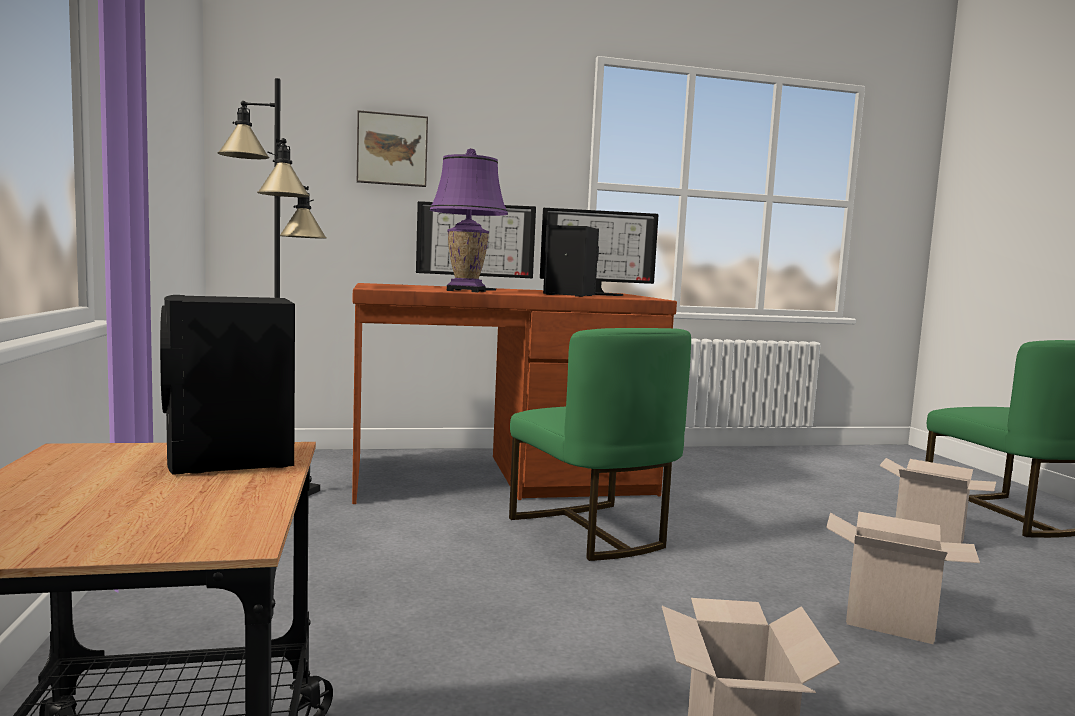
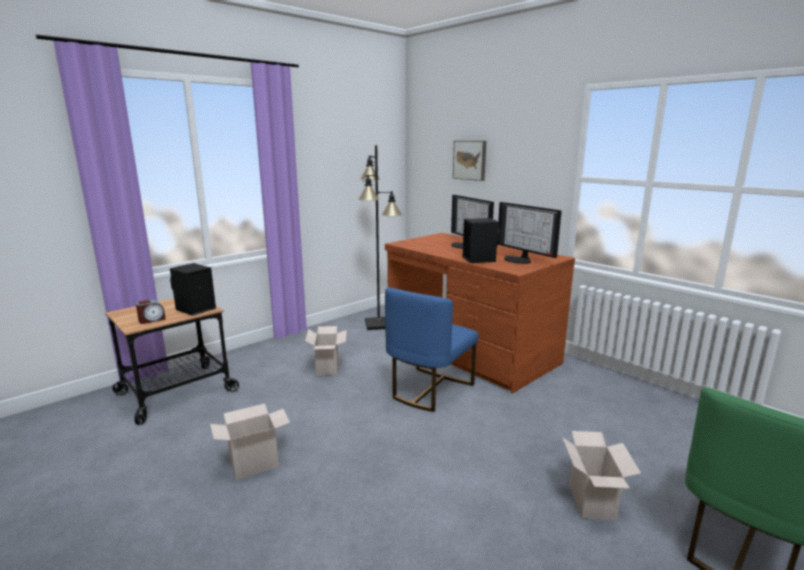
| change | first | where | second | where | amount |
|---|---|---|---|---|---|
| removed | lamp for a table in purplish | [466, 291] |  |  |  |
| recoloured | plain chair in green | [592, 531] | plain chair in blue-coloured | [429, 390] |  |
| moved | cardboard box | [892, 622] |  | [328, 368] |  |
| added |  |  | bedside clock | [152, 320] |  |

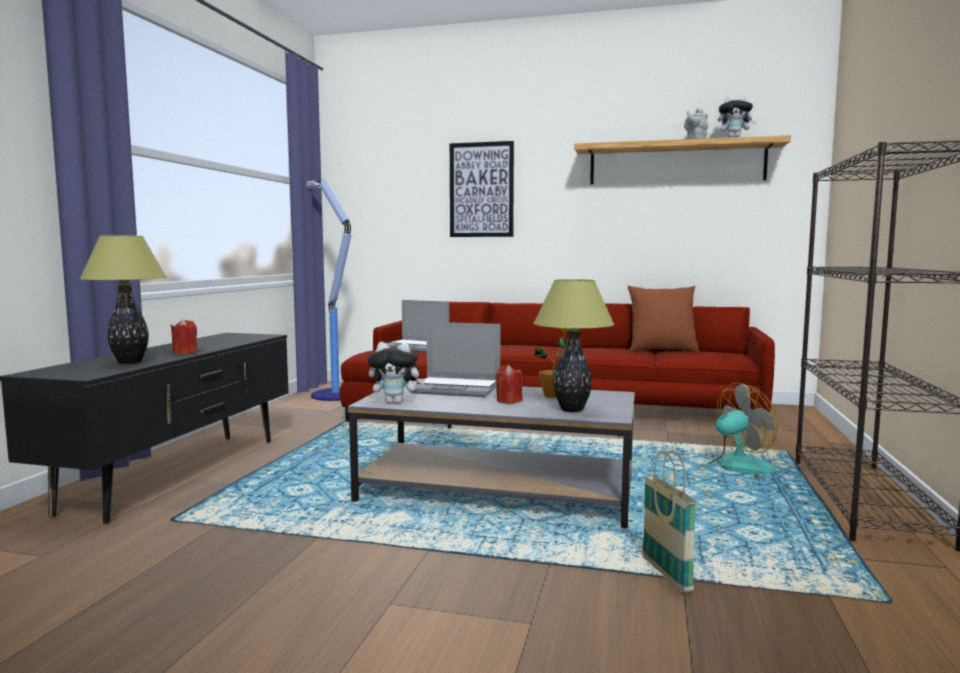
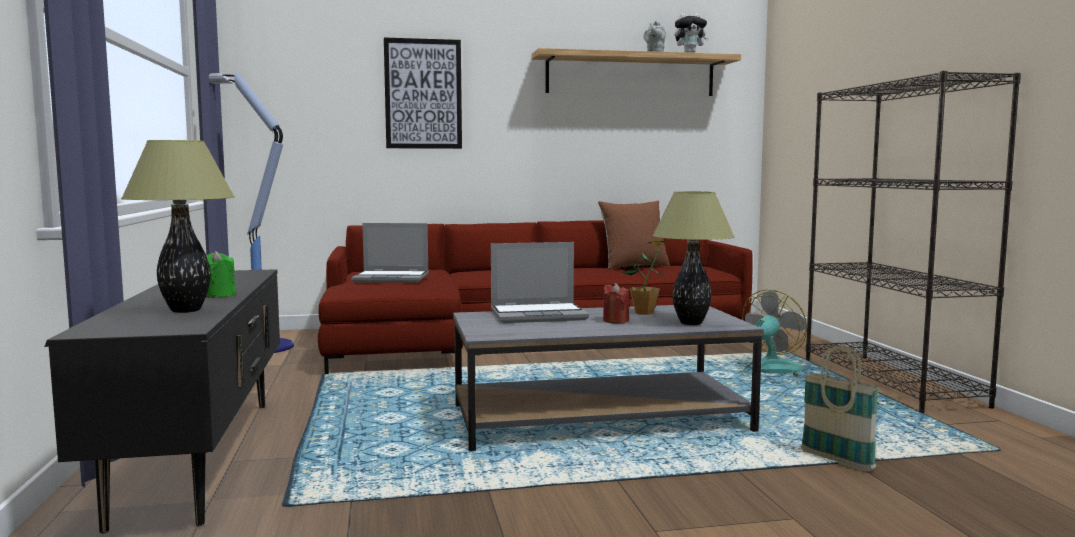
| change | first | where | second | where | amount |
|---|---|---|---|---|---|
| recoloured | candle in red | [185, 352] | candle in green | [219, 295] |  |
| removed | soft toy | [396, 403] |  |  |  |

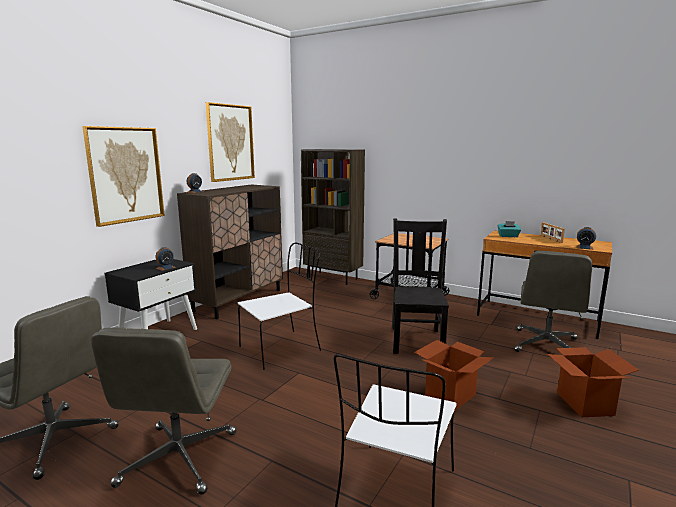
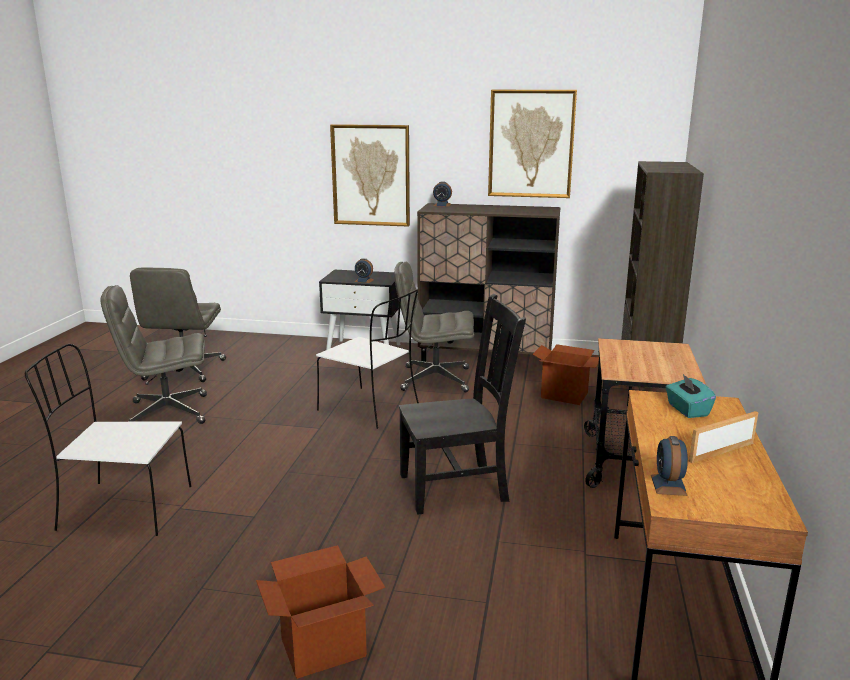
| change | first | where | second | where | amount |
|---|---|---|---|---|---|
| moved | desk chair in greyish | [546, 345] |  | [434, 379] |  |
| moved | cardboard box | [450, 396] |  | [564, 395] |  |

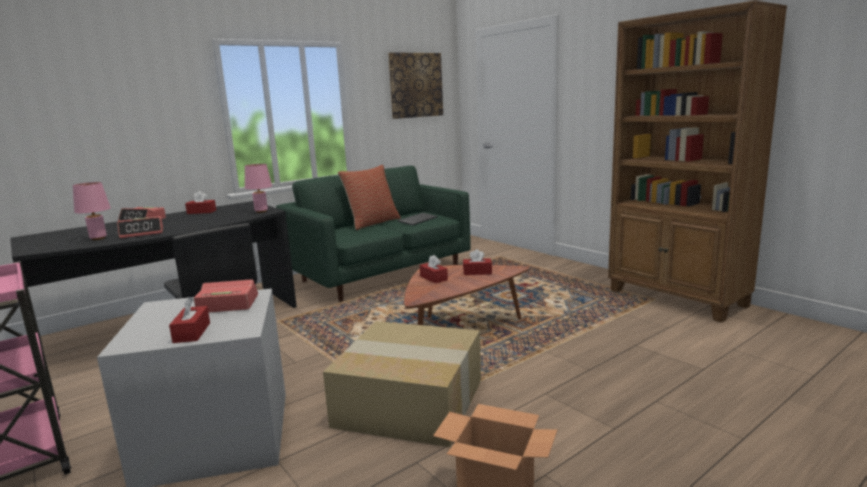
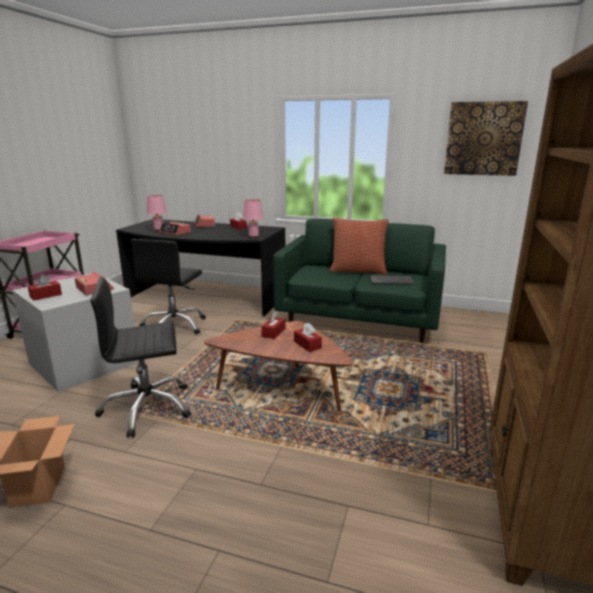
| change | first | where | second | where | amount |
|---|---|---|---|---|---|
| replaced | cardboard box | [407, 403] | desk chair in black-coloured | [147, 408] |  |

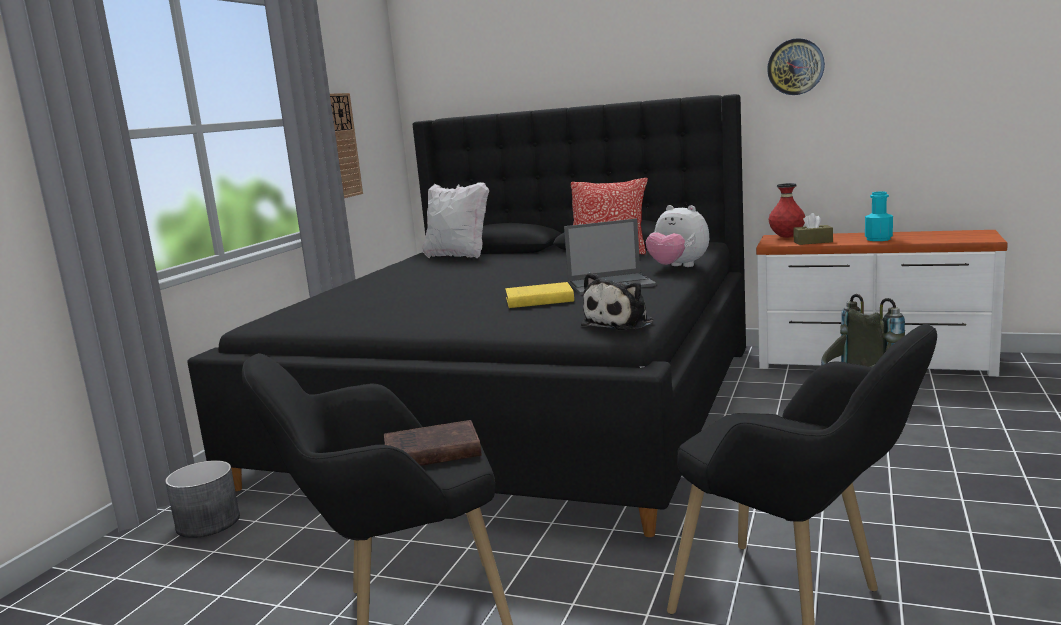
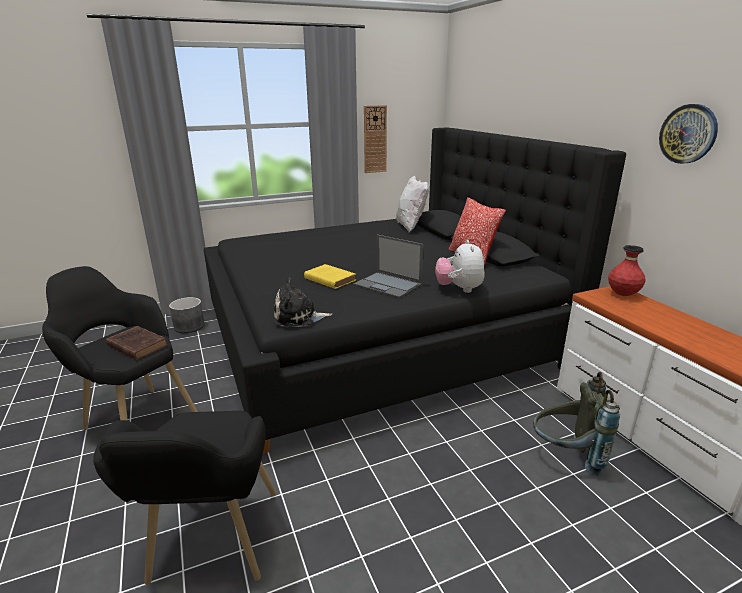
| change | first | where | second | where | amount |
|---|---|---|---|---|---|
| removed | bottle in blue-green | [878, 239] |  |  |  |
| removed | tissue holder in brown-coloured | [813, 242] |  |  |  |

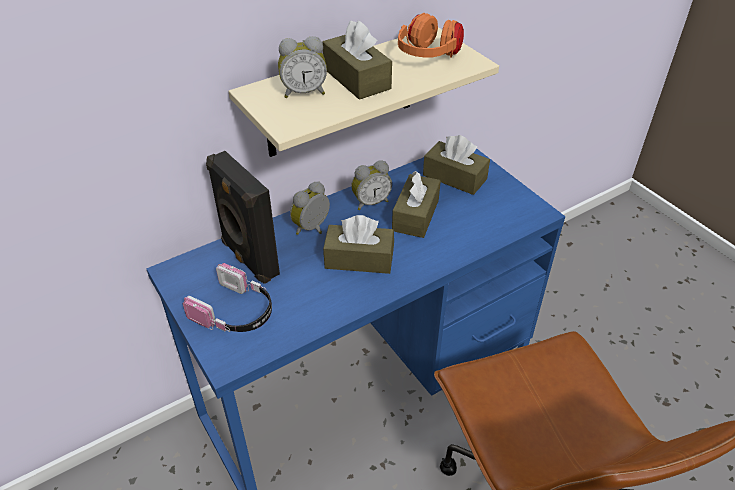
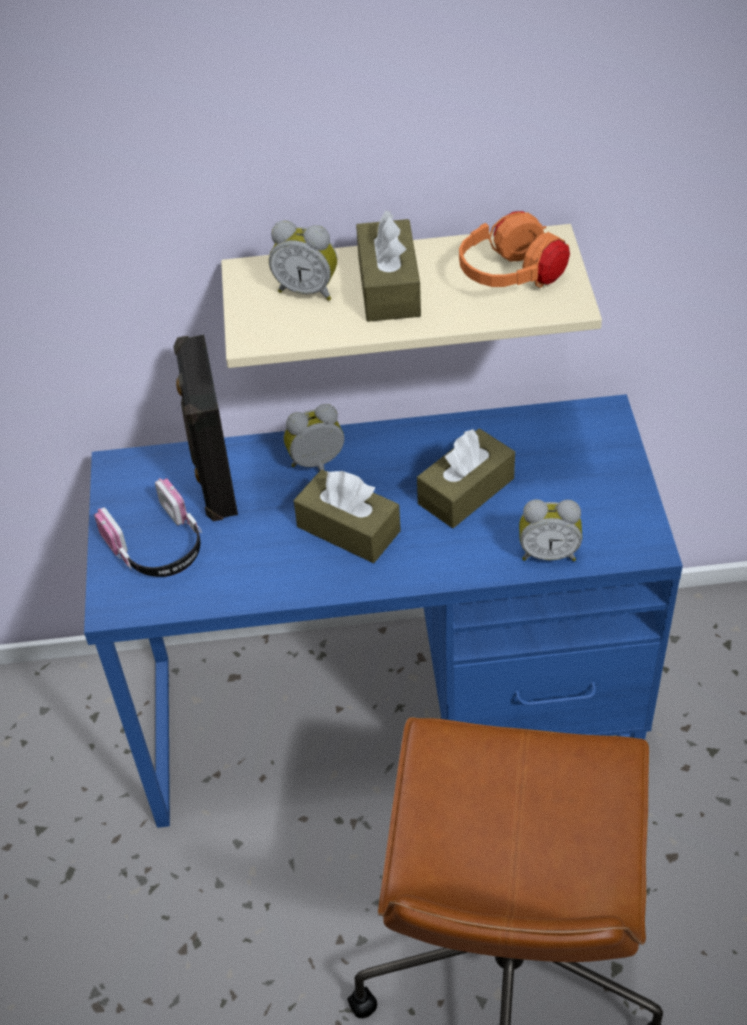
| change | first | where | second | where | amount |
|---|---|---|---|---|---|
| removed | tissue holder in brown-coloured | [454, 177] |  |  |  |
| moved | bedside clock | [370, 202] |  | [548, 553] |  |

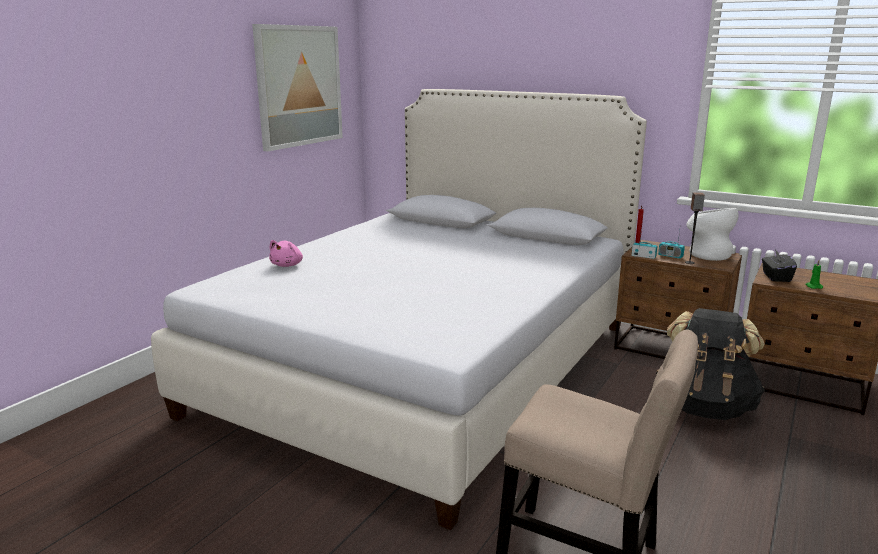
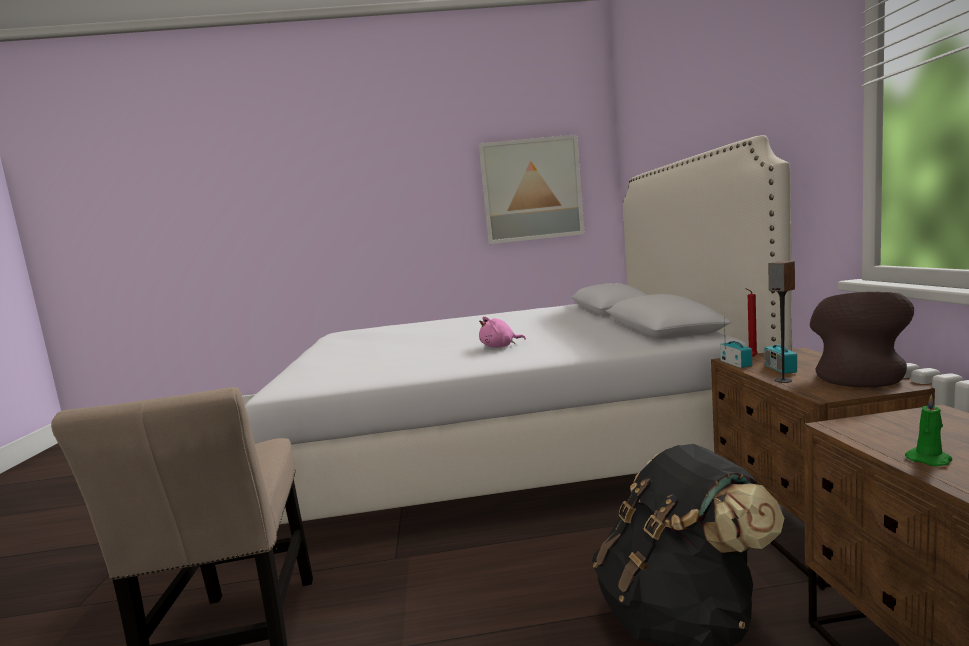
| change | first | where | second | where | amount |
|---|---|---|---|---|---|
| recoloured | flower vase in white | [707, 254] | flower vase in brown-coloured | [857, 376] |  |
| moved | soft toy in pink | [287, 265] |  | [500, 346] |  |
| removed | tissue holder in black-coloured | [776, 277] |  |  |  |

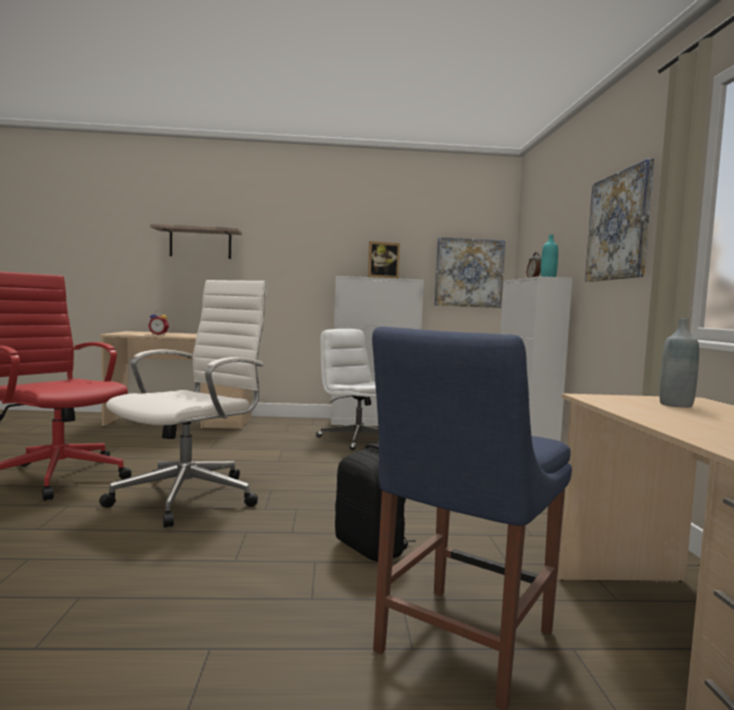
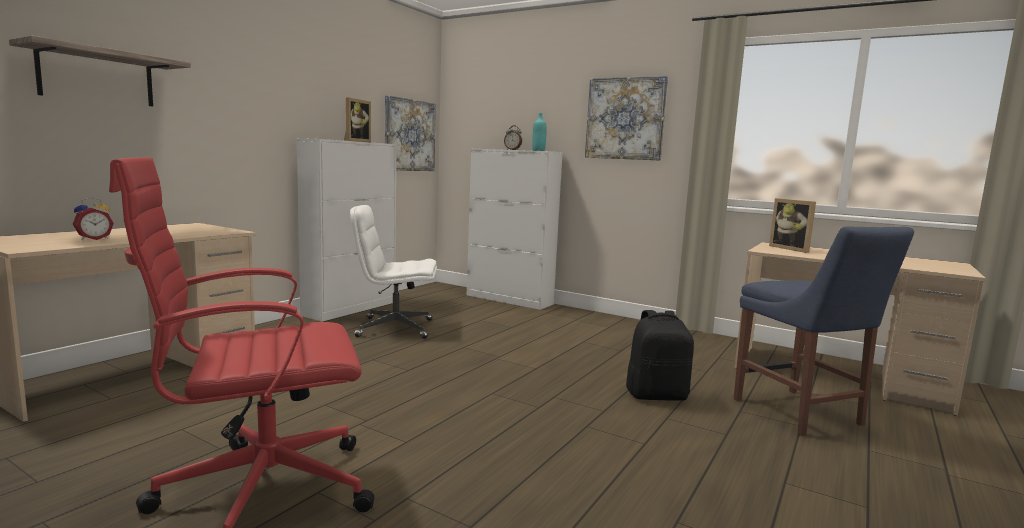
| change | first | where | second | where | amount |
|---|---|---|---|---|---|
| removed | desk chair in white | [190, 496] |  |  |  |
| replaced | bottle in greyish | [676, 405] | photo frame | [792, 249] |  |

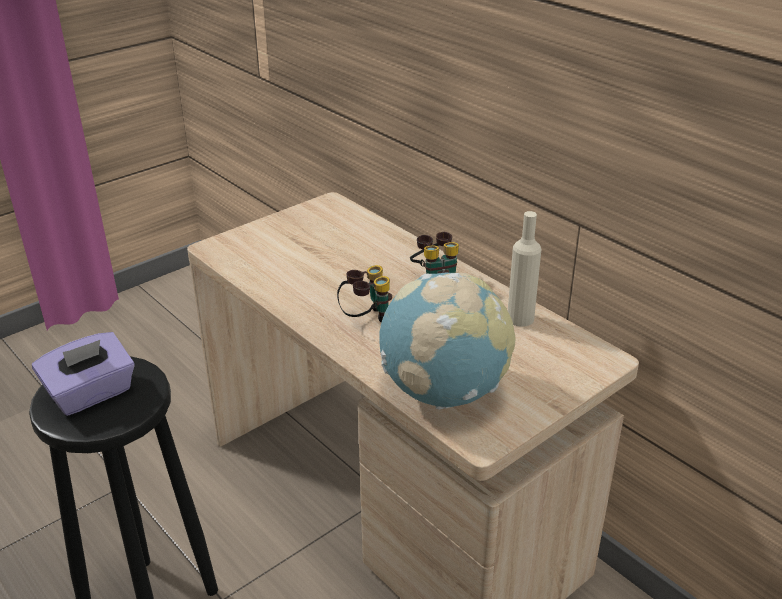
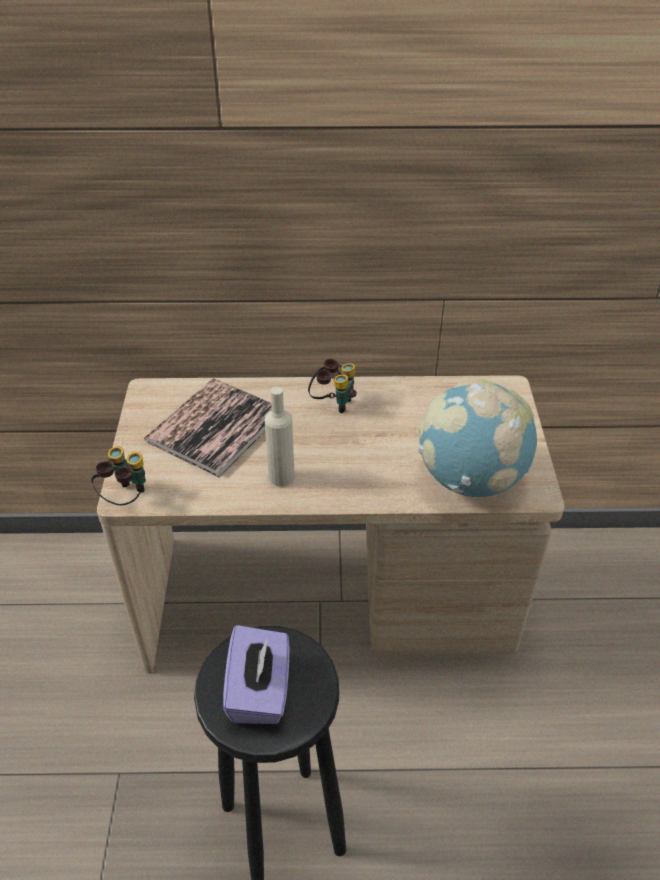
| change | first | where | second | where | amount |
|---|---|---|---|---|---|
| moved | bottle in sand-coloured | [520, 318] |  | [281, 477] |  |
| moved | binoculars | [365, 318] |  | [125, 497] |  |
| added |  |  | volume | [215, 427] |  |

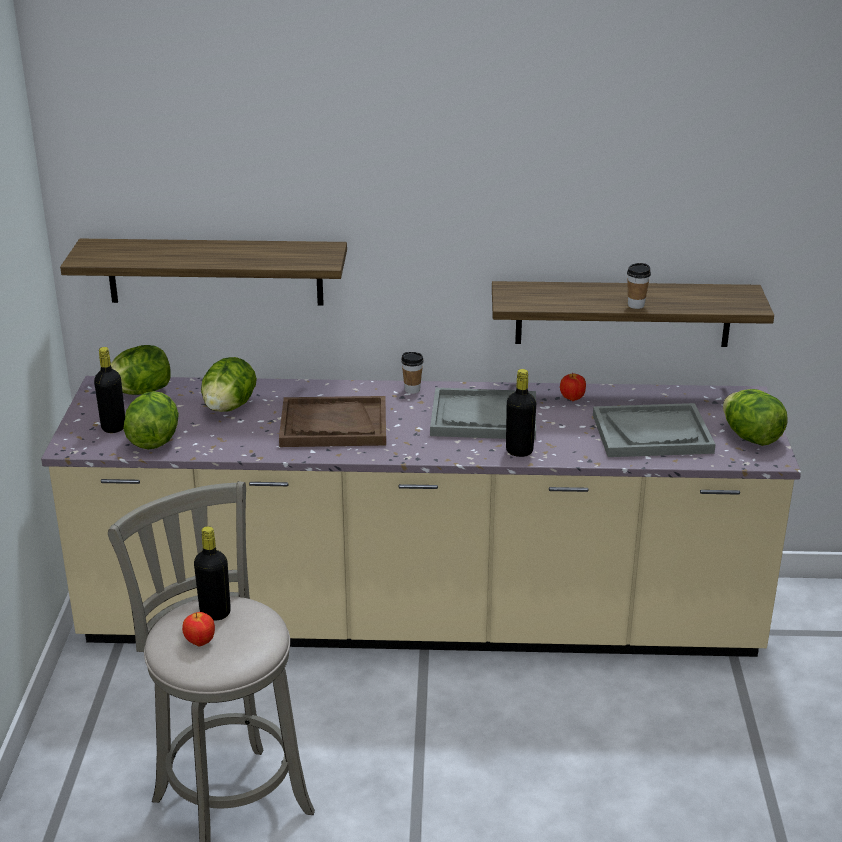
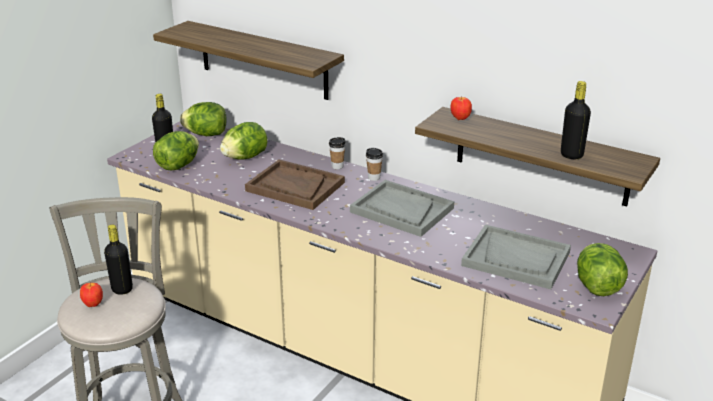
| change | first | where | second | where | amount |
|---|---|---|---|---|---|
| moved | small cup | [636, 305] |  | [337, 166] |  |
| moved | bottle in black-coloured | [519, 451] |  | [571, 155] |  |
| moved | apple fruit | [572, 399] |  | [460, 118] |  |

